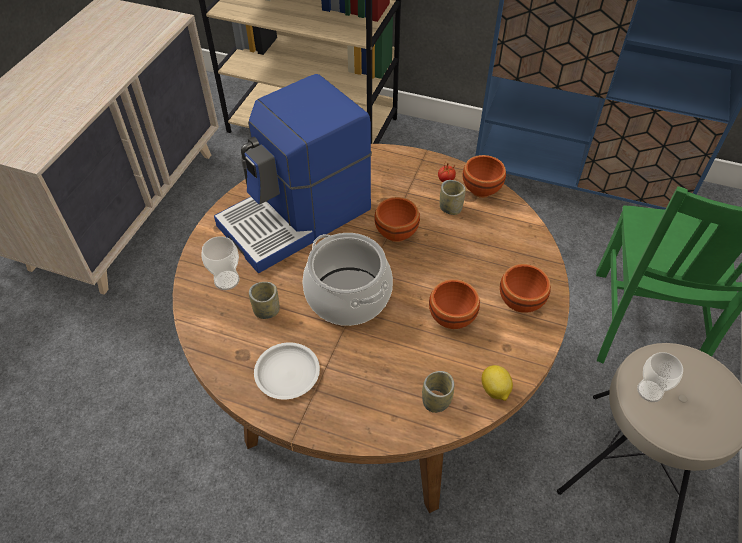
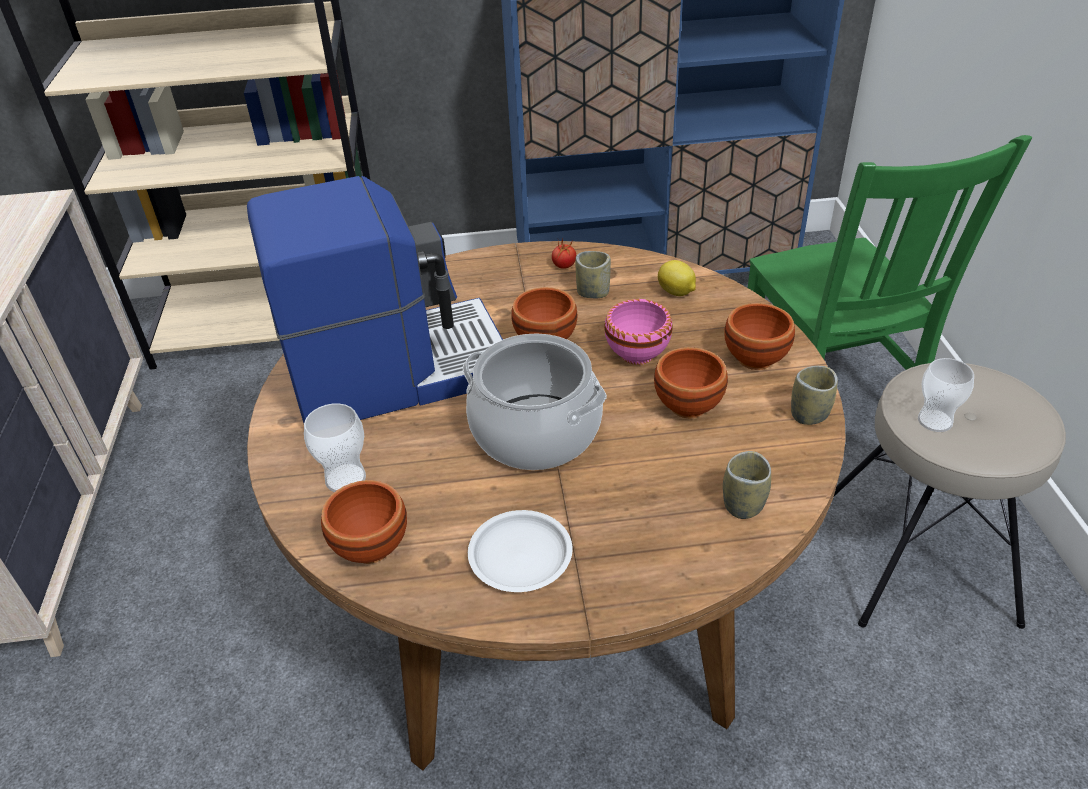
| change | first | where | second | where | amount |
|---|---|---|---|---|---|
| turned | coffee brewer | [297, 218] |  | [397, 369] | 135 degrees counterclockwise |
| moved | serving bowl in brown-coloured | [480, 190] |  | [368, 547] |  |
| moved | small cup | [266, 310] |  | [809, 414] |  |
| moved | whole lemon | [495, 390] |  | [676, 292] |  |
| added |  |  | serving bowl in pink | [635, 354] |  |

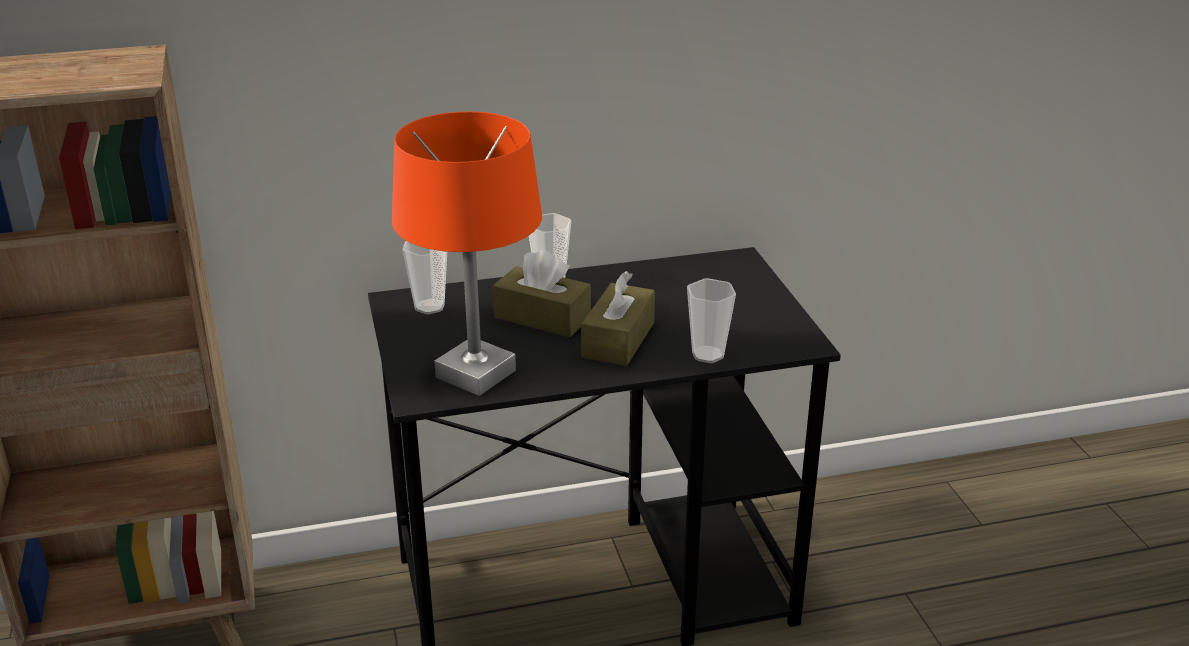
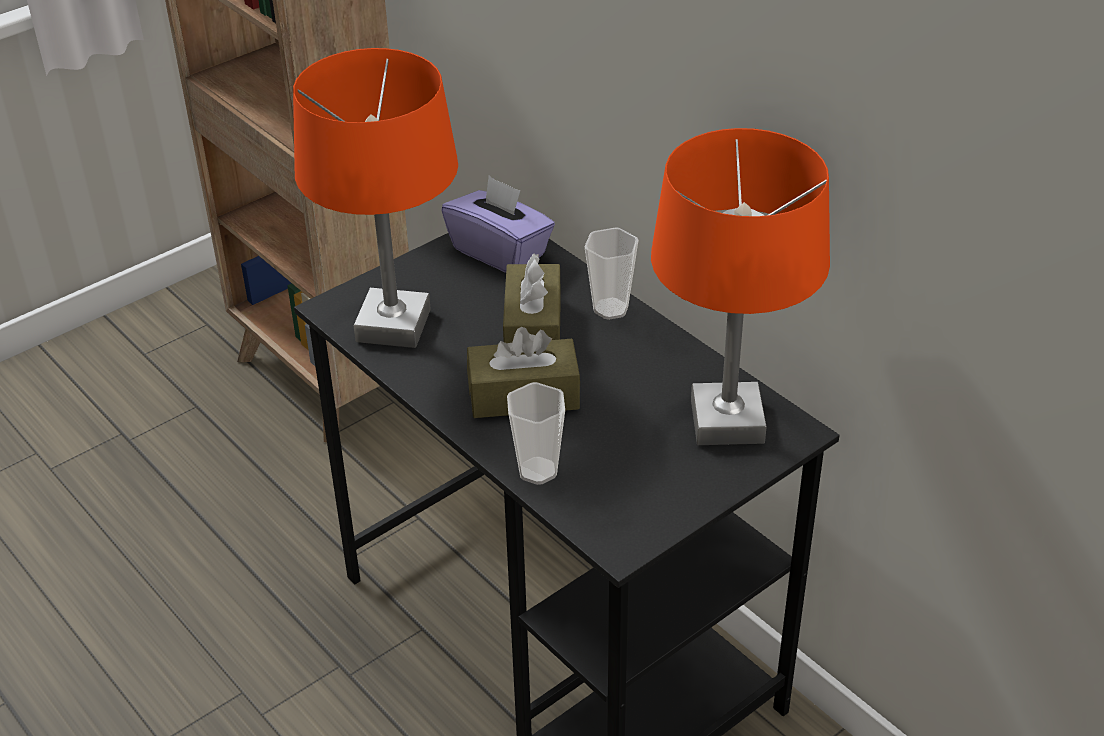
| change | first | where | second | where | amount |
|---|---|---|---|---|---|
| replaced | small cup | [429, 307] | tissue holder in purplish | [500, 252] |  |
| added |  |  | lamp for a table in orangey | [726, 422] |  |

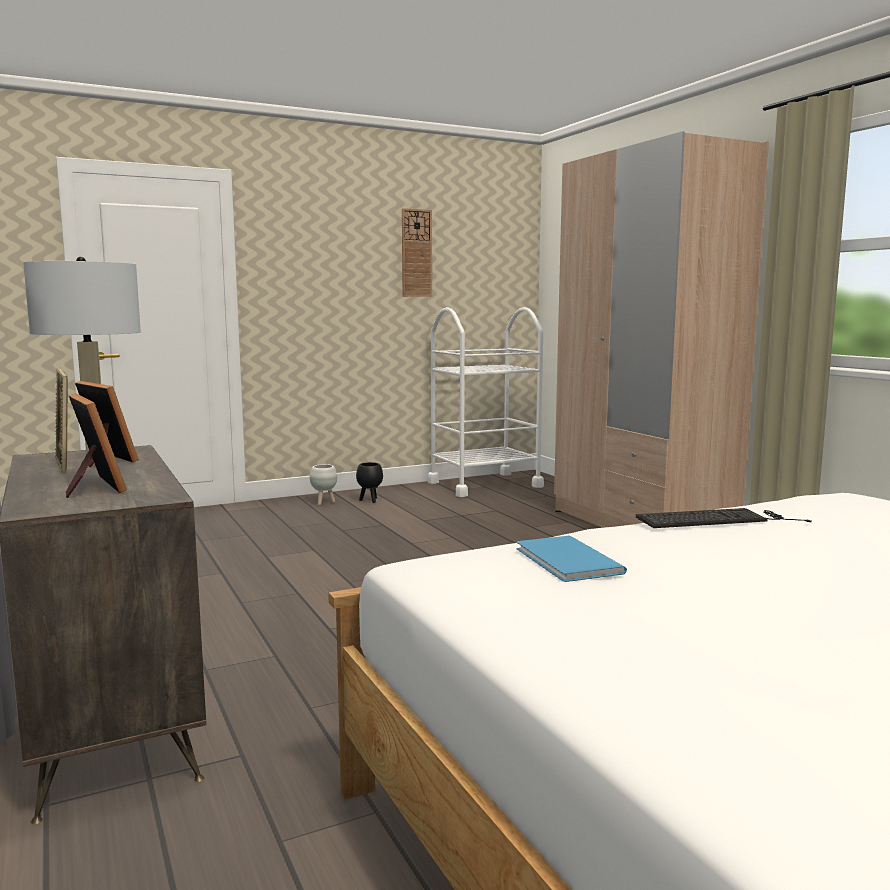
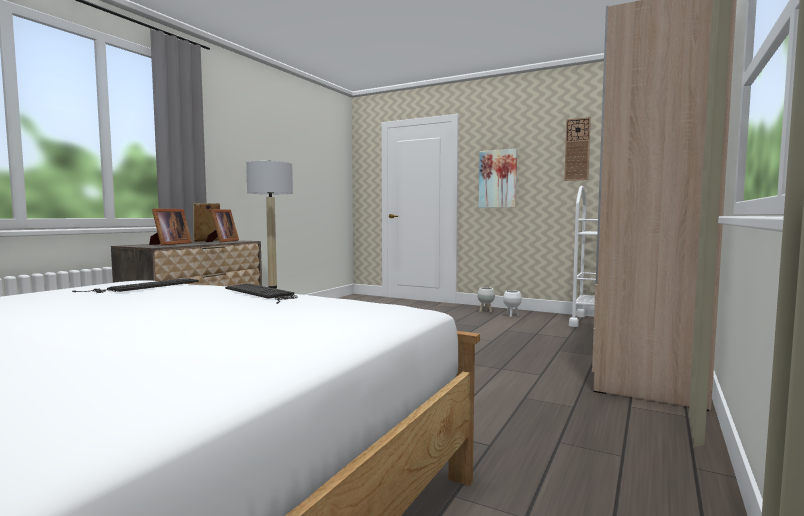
| change | first | where | second | where | amount |
|---|---|---|---|---|---|
| recoloured | flower pot in black-coloured | [369, 500] | flower pot in white | [512, 316] |  |
| replaced | volume in blue-coloured | [567, 562] | keyboard | [143, 287] |  |
| added |  |  | wall picture | [498, 179] |  |

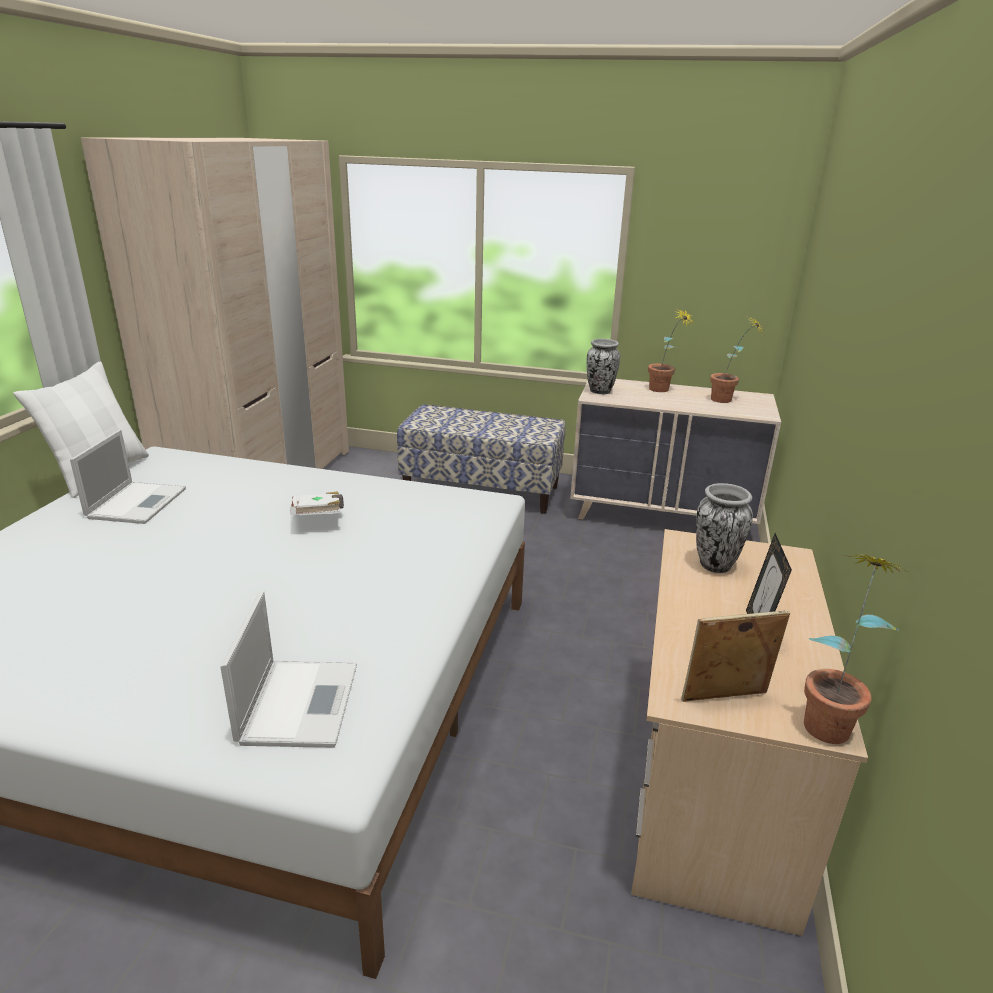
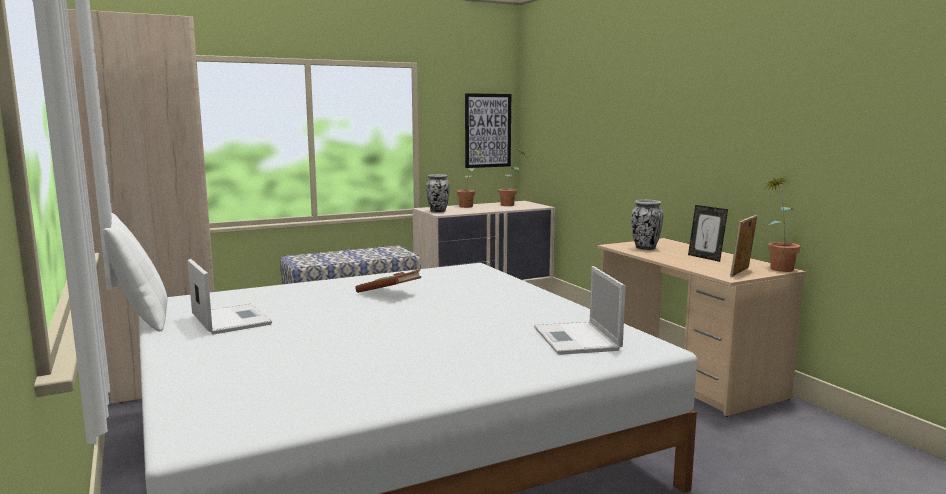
| change | first | where | second | where | amount |
|---|---|---|---|---|---|
| recoloured | volume in white | [318, 517] | volume in brown-coloured | [389, 293] |  |
| turned | laptop | [299, 701] |  | [577, 339] | 150 degrees counterclockwise |
| added |  |  | wall picture | [487, 130] |  |

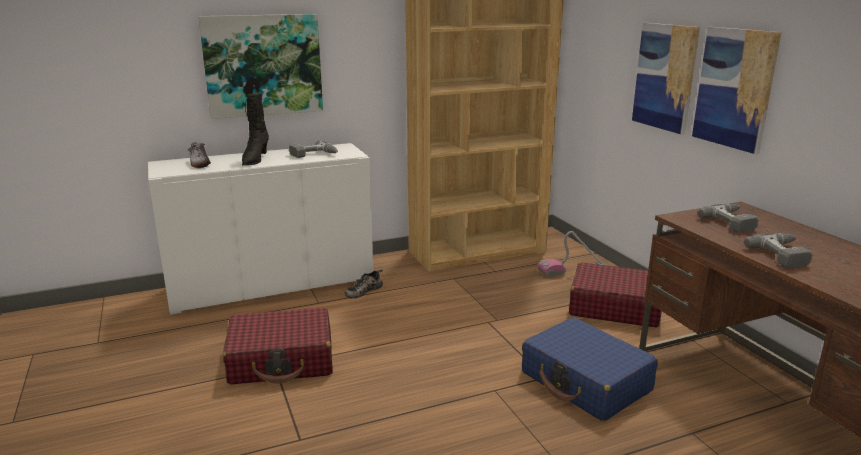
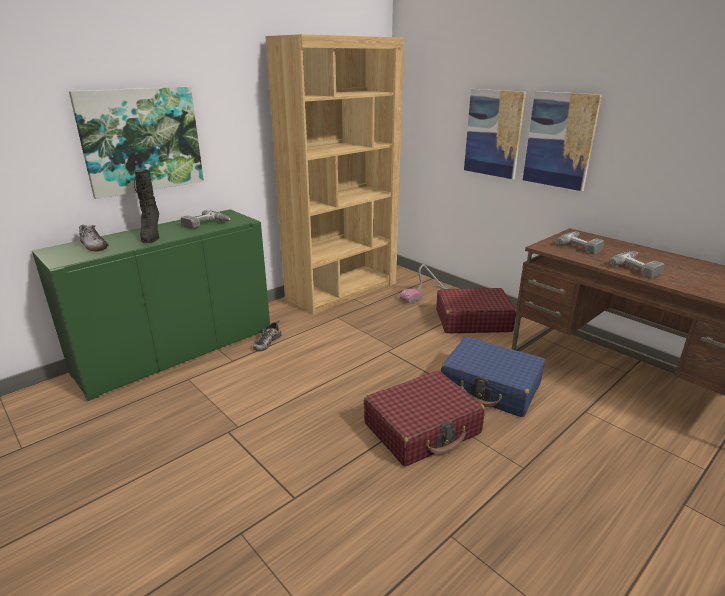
| change | first | where | second | where | amount |
|---|---|---|---|---|---|
| recoloured | storage cabinet in white | [272, 284] | storage cabinet in green | [177, 351] |  |
| moved | suitcase in red | [282, 360] |  | [422, 429] |  |

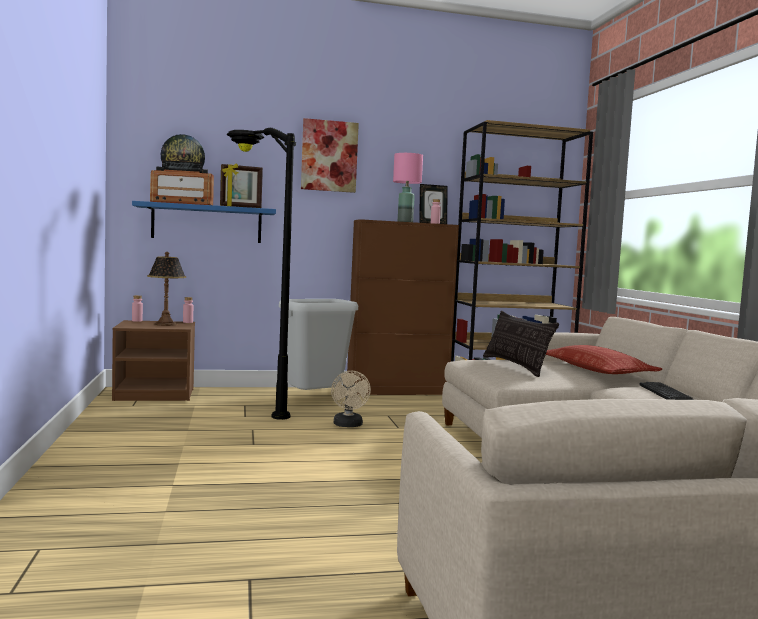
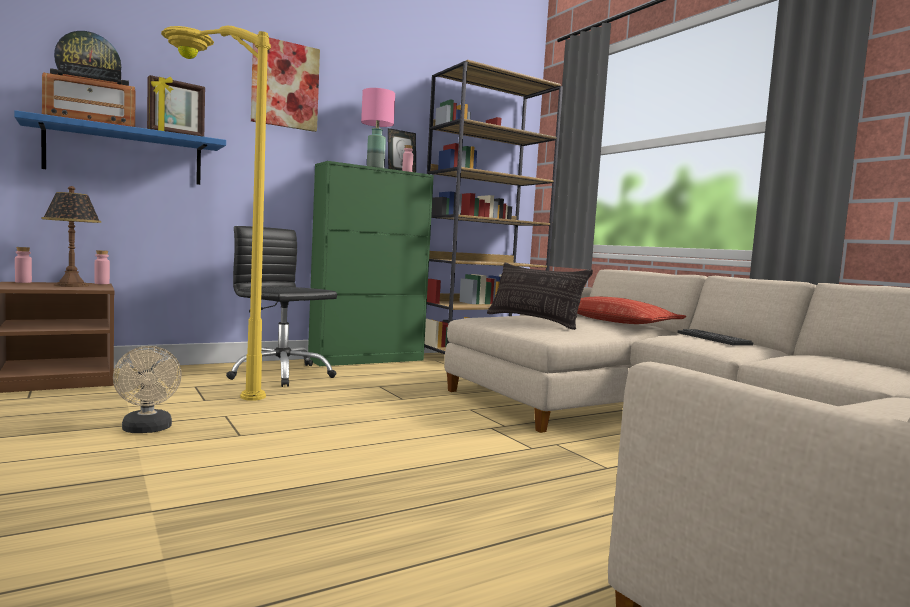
| change | first | where | second | where | amount |
|---|---|---|---|---|---|
| recoloured | floor lamp in black-coloured | [249, 404] | floor lamp in yellow-coloured | [201, 385] |  |
| recoloured | storage cabinet in brown-coloured | [398, 391] | storage cabinet in green | [367, 360] |  |
| replaced | trash can in greyish | [315, 400] | desk chair in black-coloured | [281, 374] |  |
| moved | electric fan in sand-coloured | [348, 425] |  | [147, 430] |  |

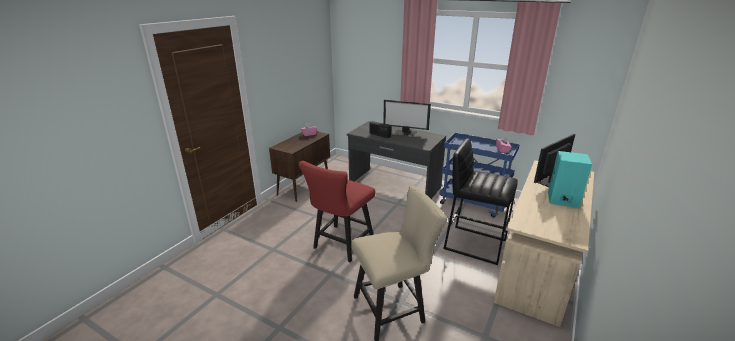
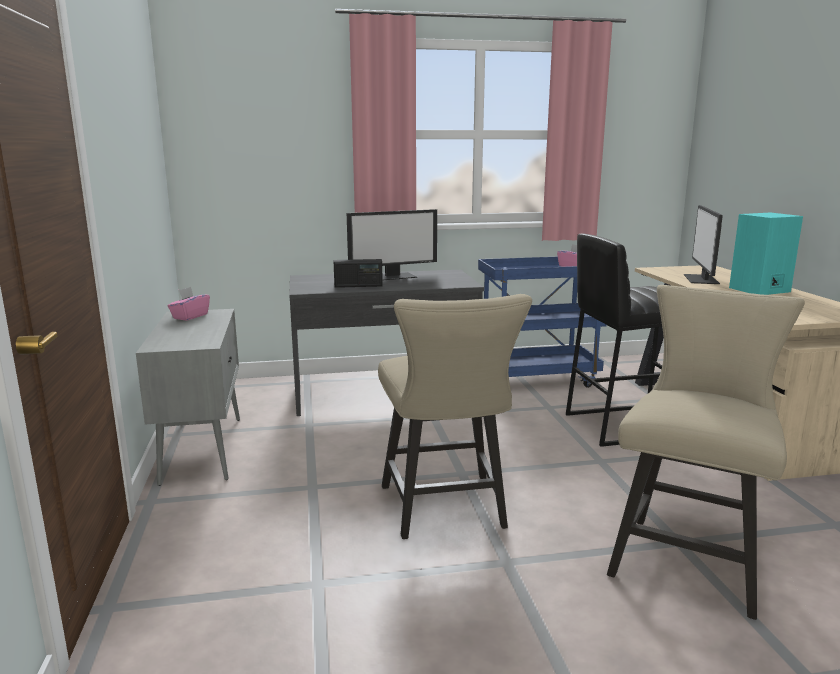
| change | first | where | second | where | amount |
|---|---|---|---|---|---|
| recoloured | storage cabinet in brown-coloured | [304, 186] | storage cabinet in greyish | [203, 449] |  |
| recoloured | plain chair in red | [340, 245] | plain chair in sand-coloured | [446, 511] |  |

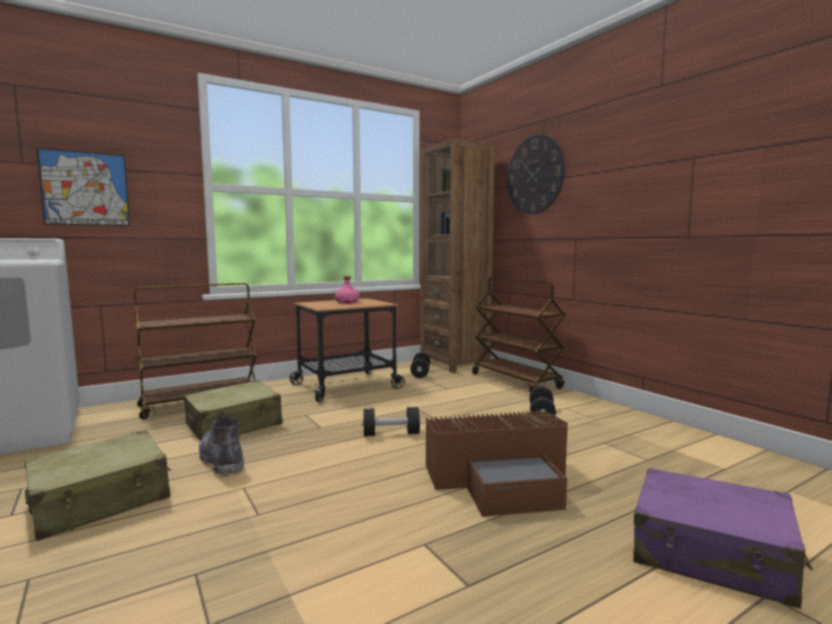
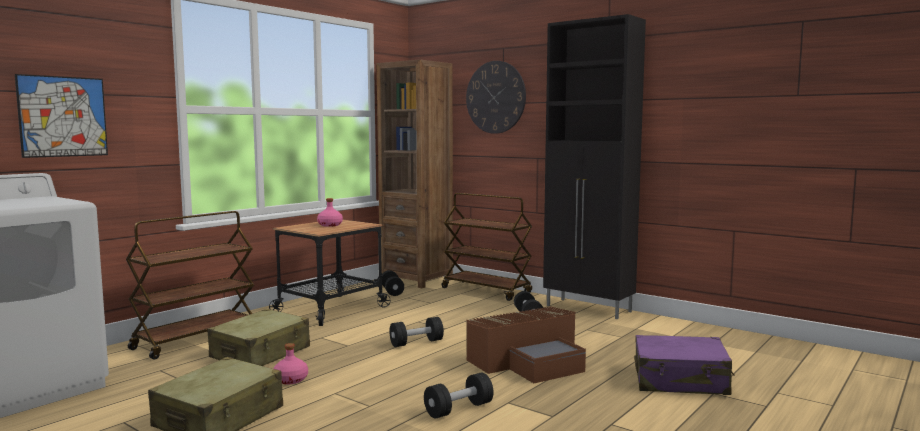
| change | first | where | second | where | amount |
|---|---|---|---|---|---|
| replaced | boot in greyish | [222, 462] | bottle in pink | [290, 380] |  |
| added |  |  | storage cabinet in black-coloured | [589, 309] |  |
| added |  |  | hand weight in black-coloured | [459, 409] |  |

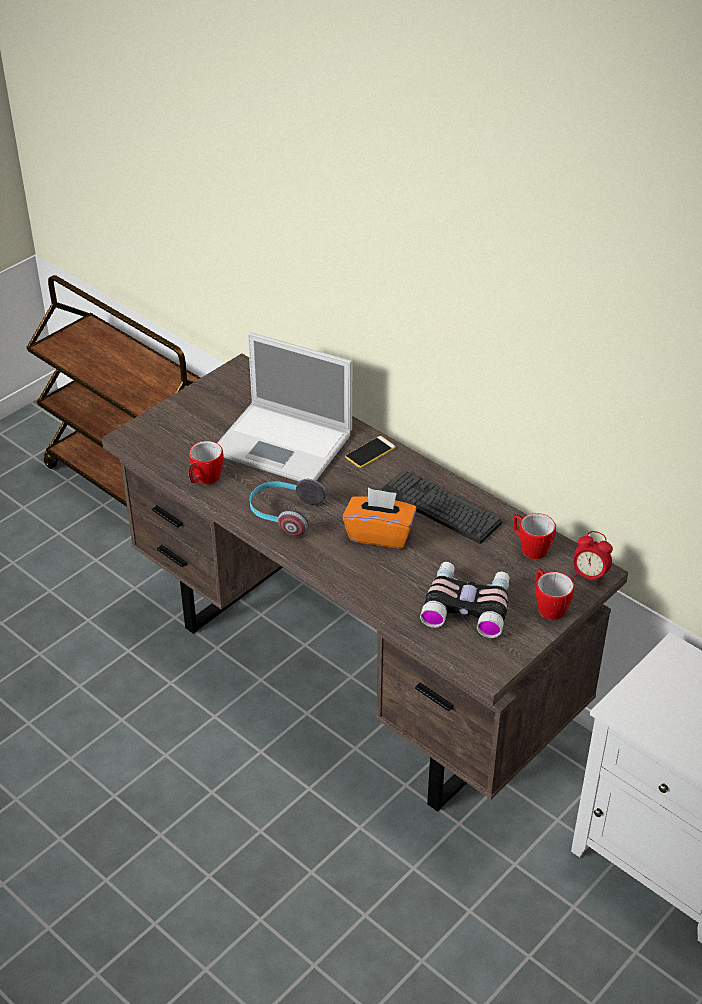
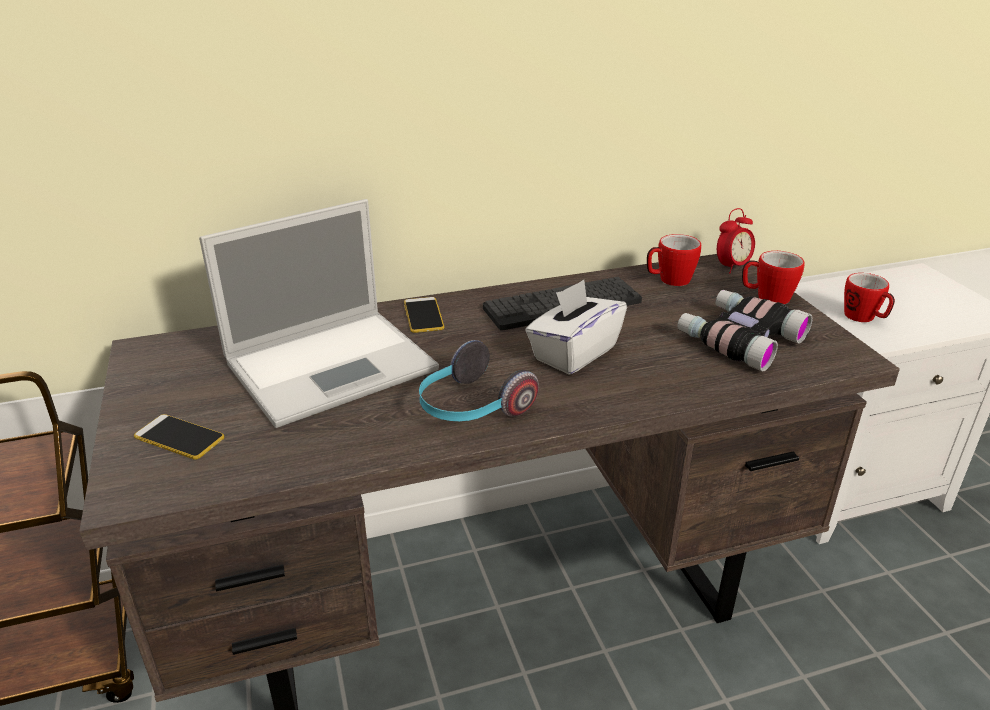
| change | first | where | second | where | amount |
|---|---|---|---|---|---|
| moved | coffee mug | [204, 480] |  | [864, 318] |  |
| recoloured | tissue holder in orangey | [379, 534] | tissue holder in white | [573, 353] |  |
| added |  |  | telephone | [179, 437] |  |

